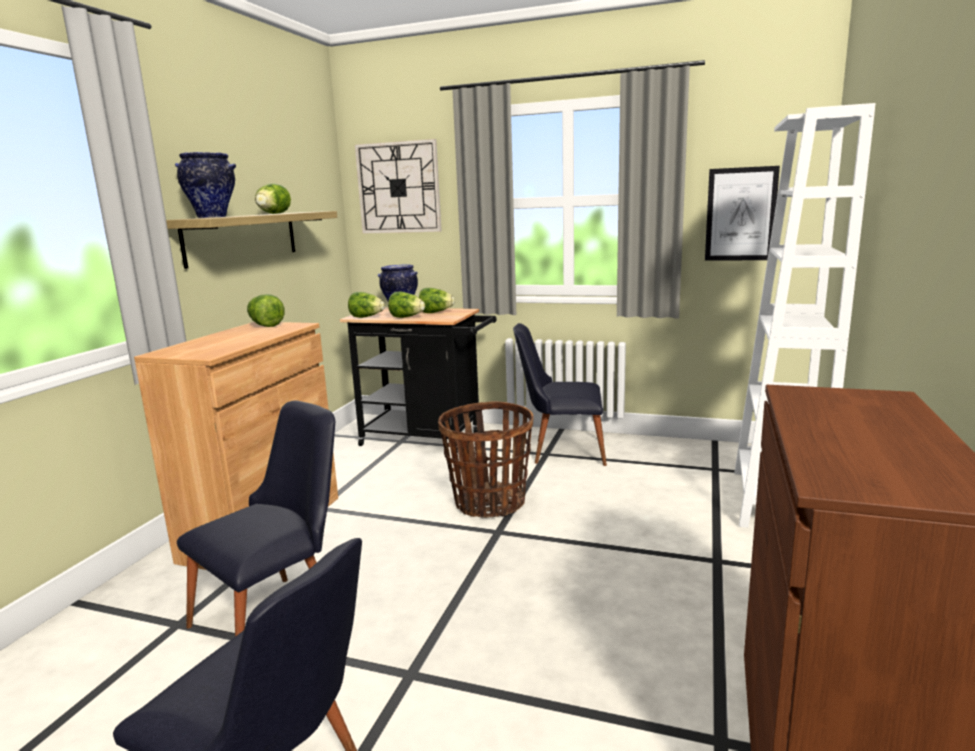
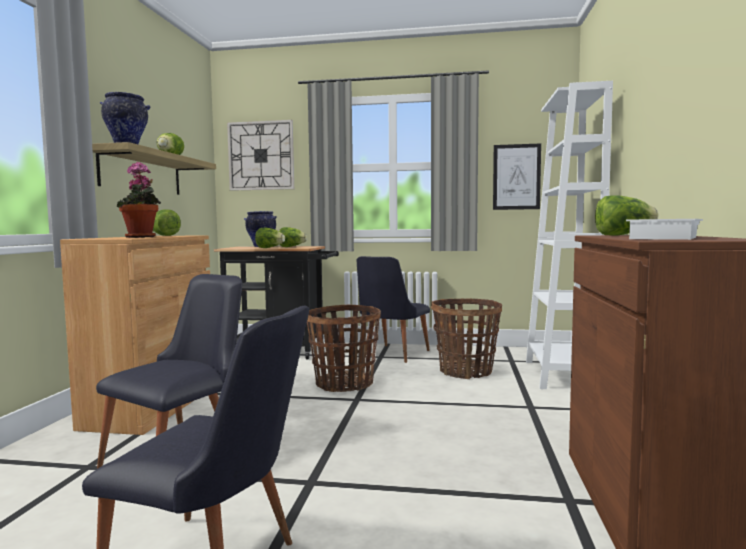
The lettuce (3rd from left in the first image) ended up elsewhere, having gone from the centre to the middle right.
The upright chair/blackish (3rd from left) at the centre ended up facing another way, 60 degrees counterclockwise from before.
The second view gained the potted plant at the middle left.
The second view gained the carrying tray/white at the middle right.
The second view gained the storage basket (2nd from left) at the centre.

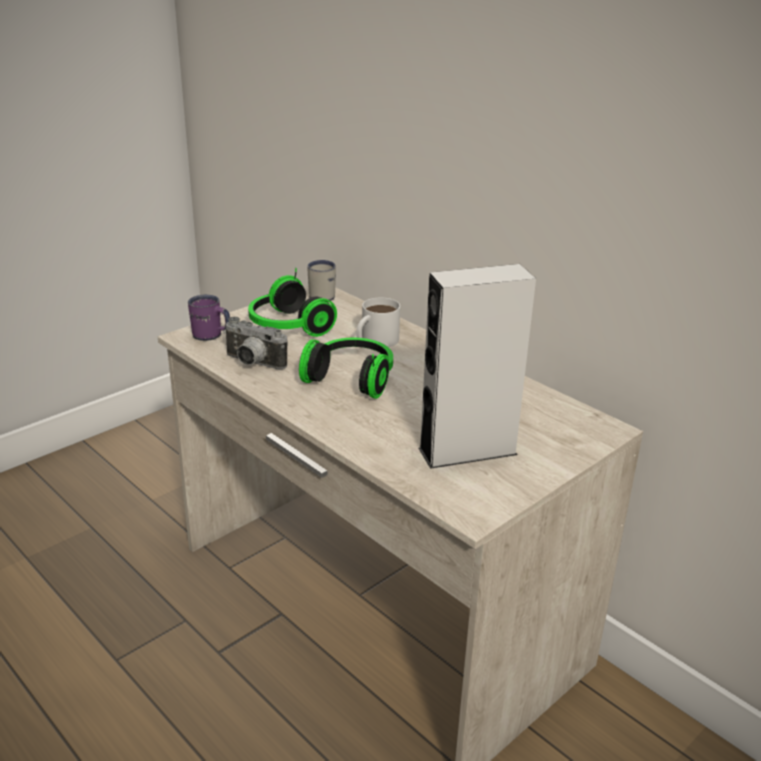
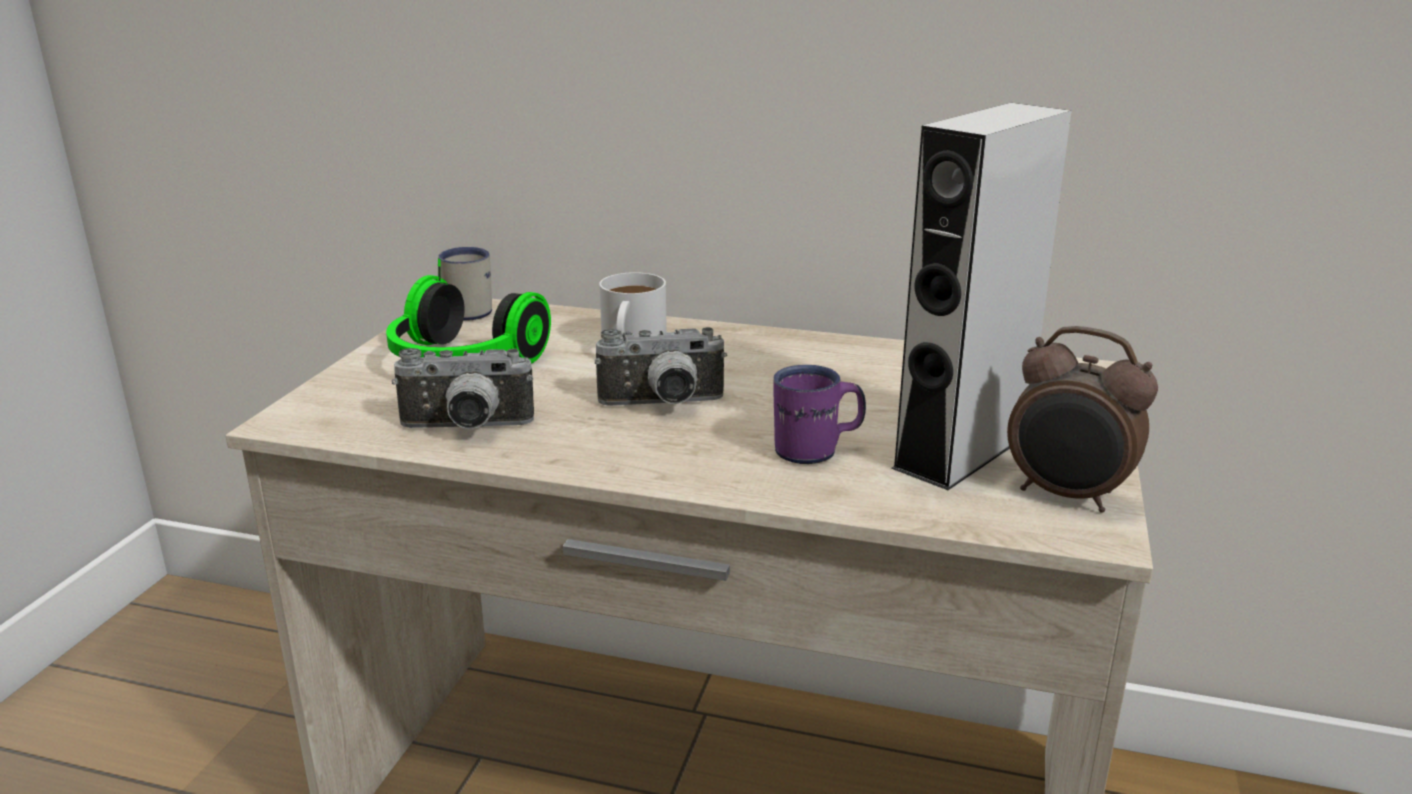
The tea mug/purple-coloured ended up elsewhere, having gone from the middle left to the centre.
Where the headset (2nd from left) stood at the centre, the photo camera (2nd from left) came to stand at the centre.
The second view gained the alarm clock at the middle right.

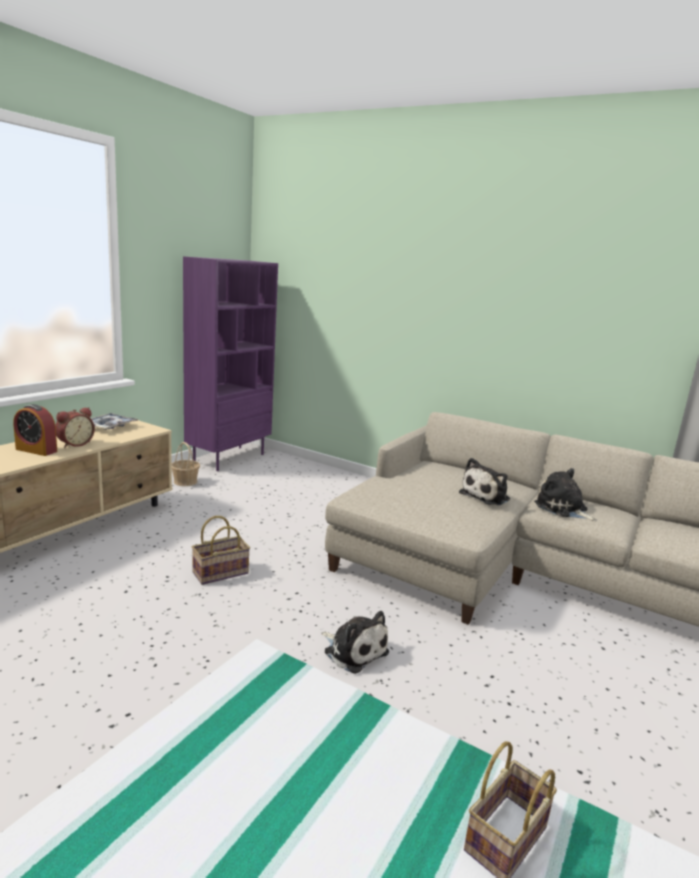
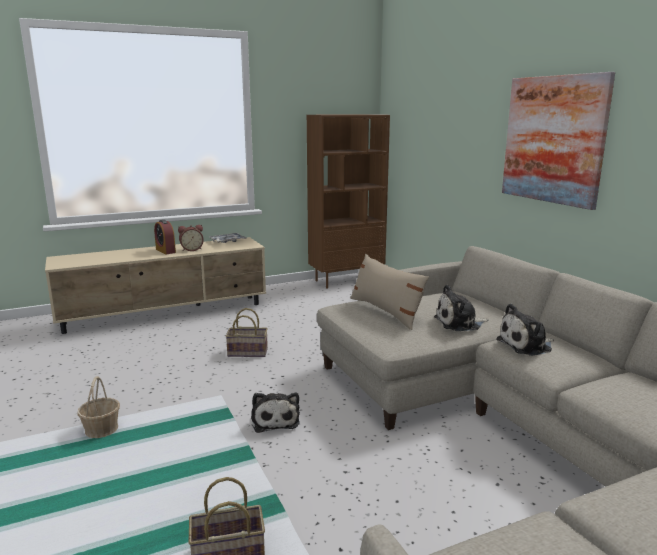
What was the bookcase/purple-coloured at the middle left turned into the bookcase/brown at the centre.
The storage basket (1st from left) ended up elsewhere, having gone from the middle left to the bottom left.
The plush toy (3rd from left) at the middle right ended up facing another way, 105 degrees counterclockwise from before.
The second view gained the wall picture at the top right.
The second view gained the throw pillow/beige at the centre.

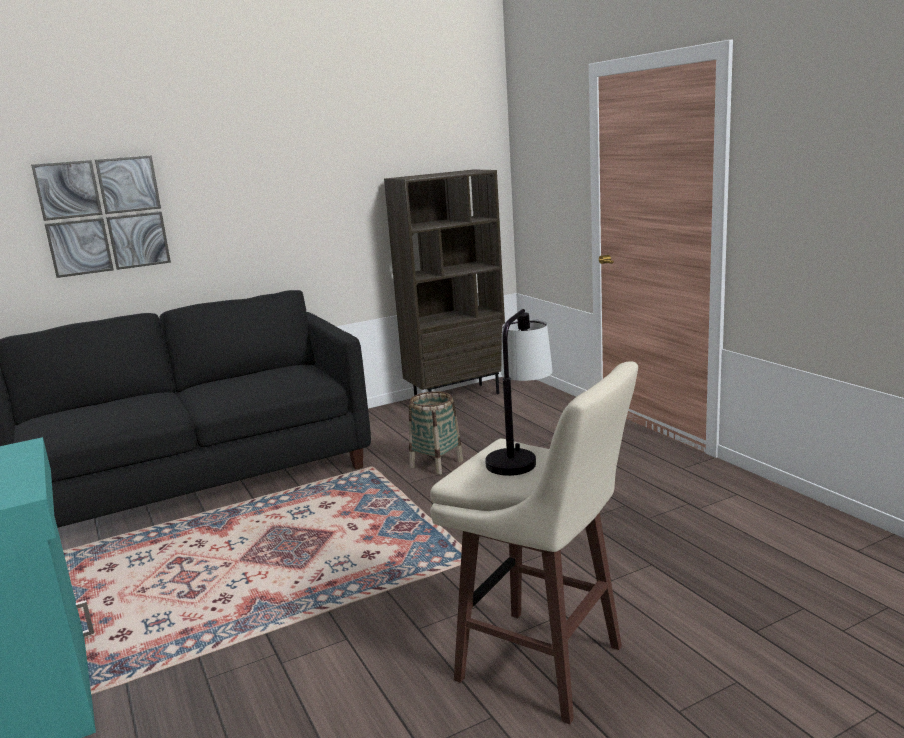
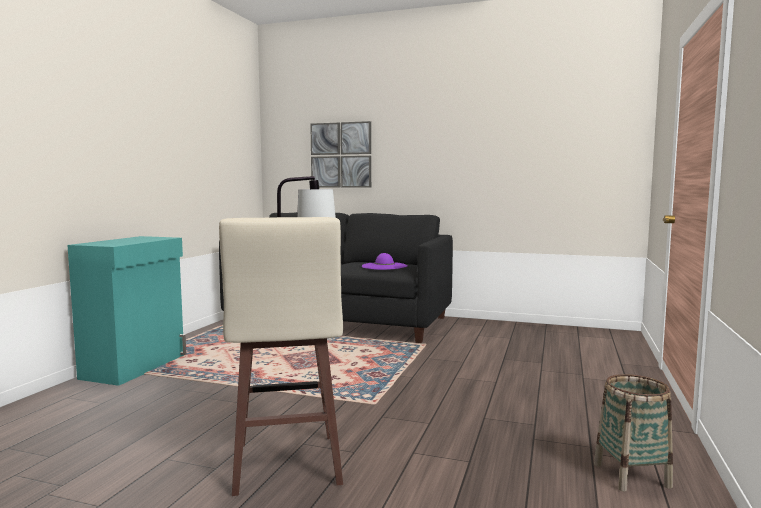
The second view lost the bookcase/brown at the centre.
The storage basket ended up elsewhere, having gone from the centre to the bottom right.
The second view gained the wearable hat/purple-coloured at the centre.

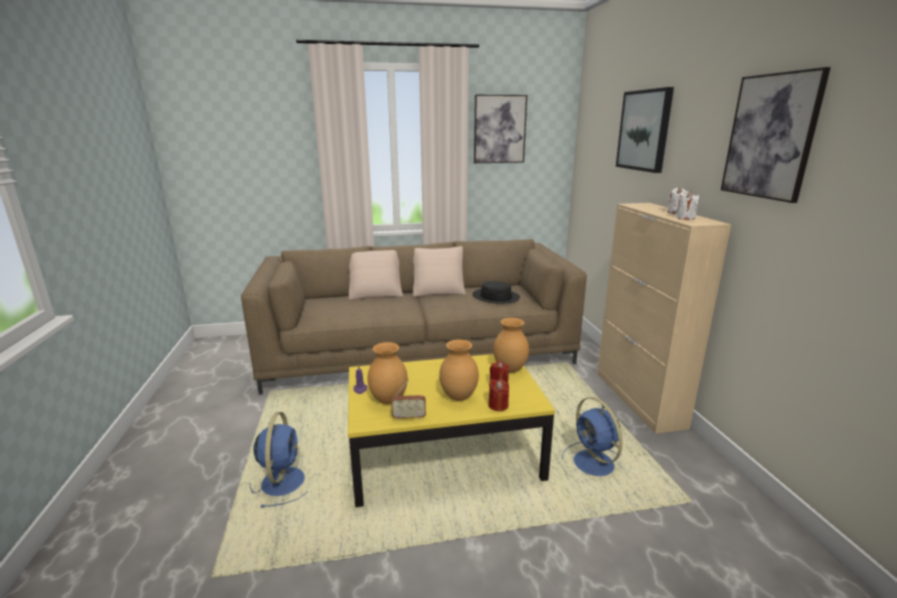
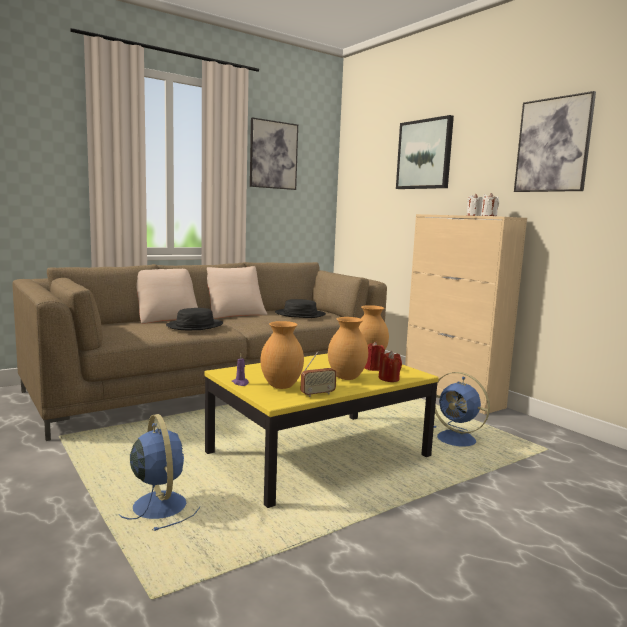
The second view gained the wearable hat/blackish (1st from left) at the middle left.

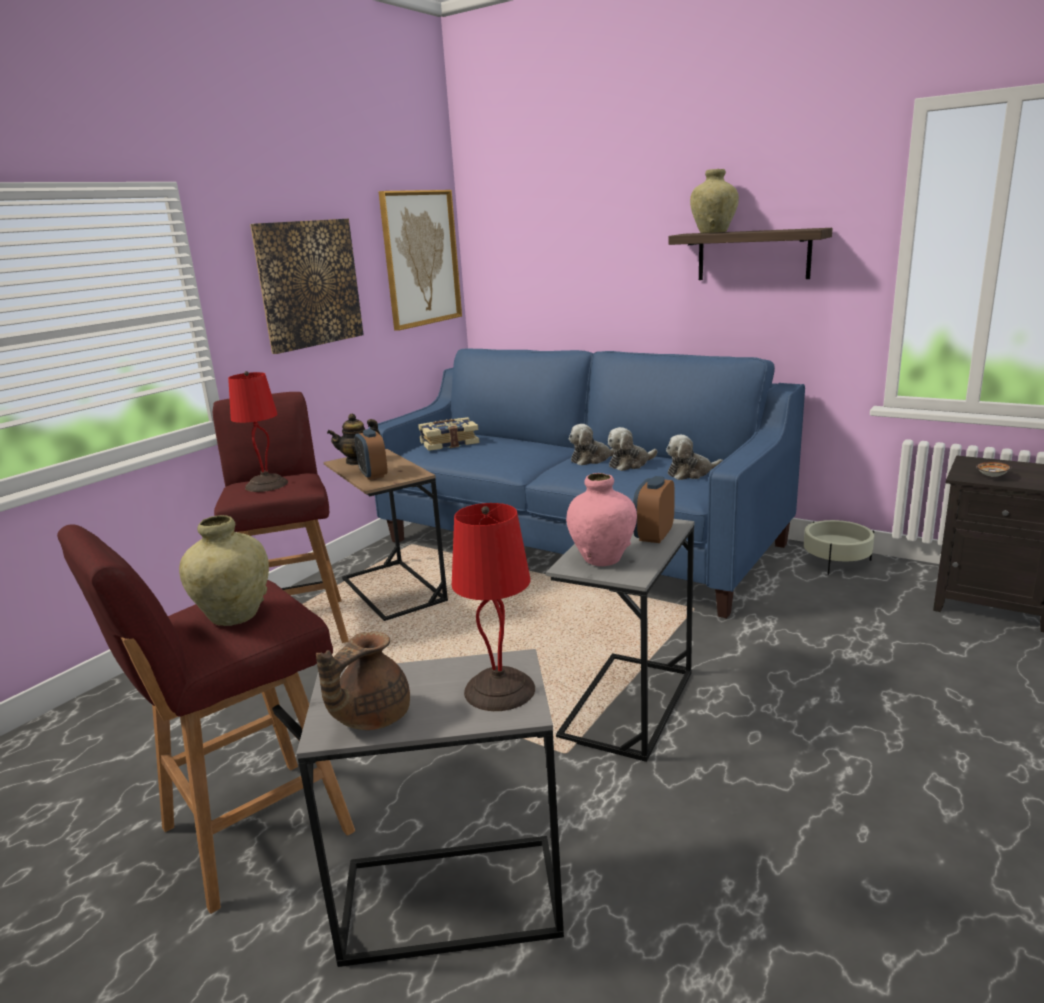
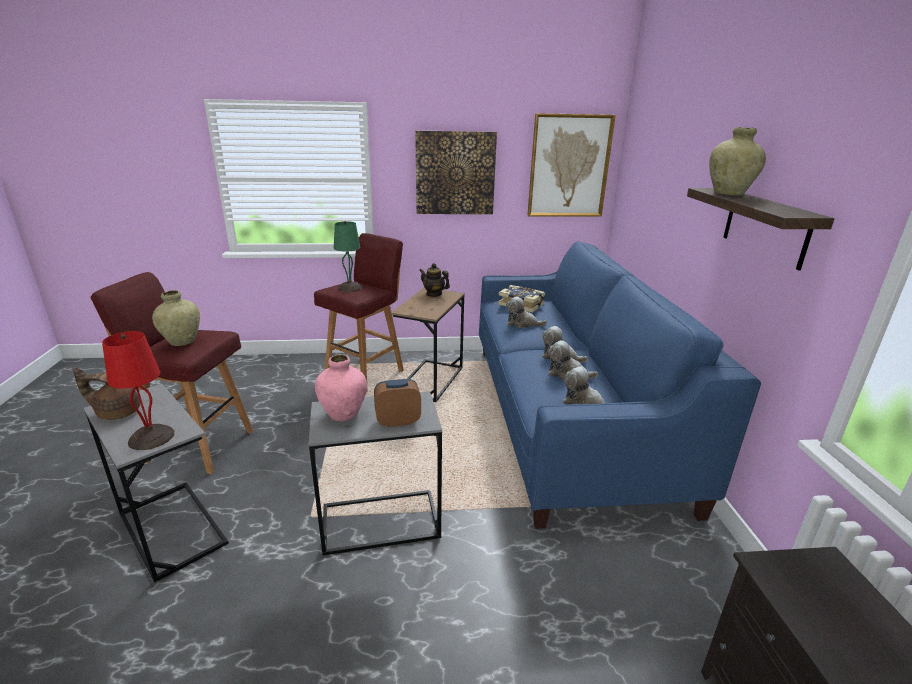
What was the tabletop lamp/reddish (1st from left) at the middle left turned into the tabletop lamp/green at the centre.
The second view lost the alarm clock (1st from left) at the centre.
The second view lost the deep dish at the middle right.
The second view lost the planter/beige at the middle right.
The second view gained the plush toy (1st from left) at the centre.

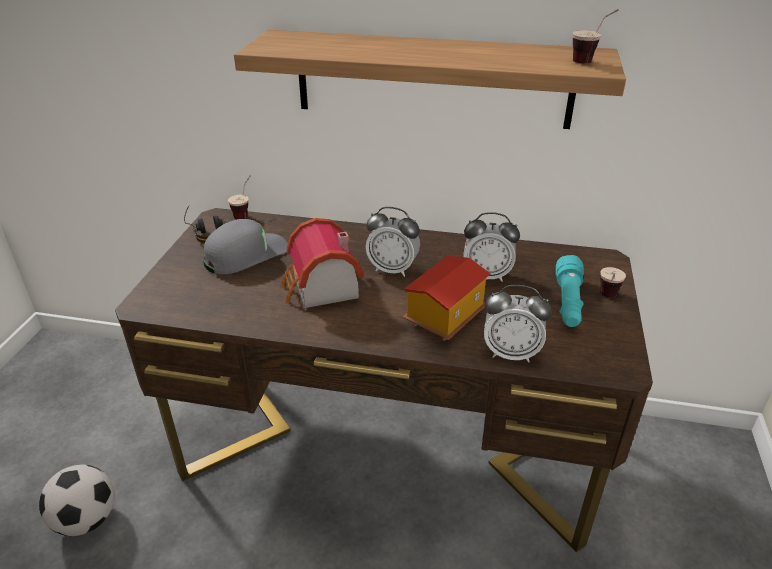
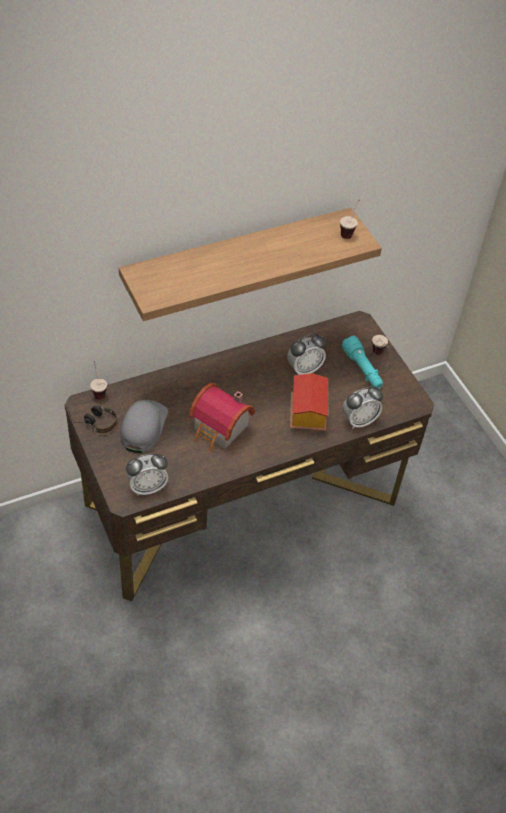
The alarm clock (1st from left) ended up elsewhere, having gone from the centre to the middle left.
The second view lost the football at the bottom left.

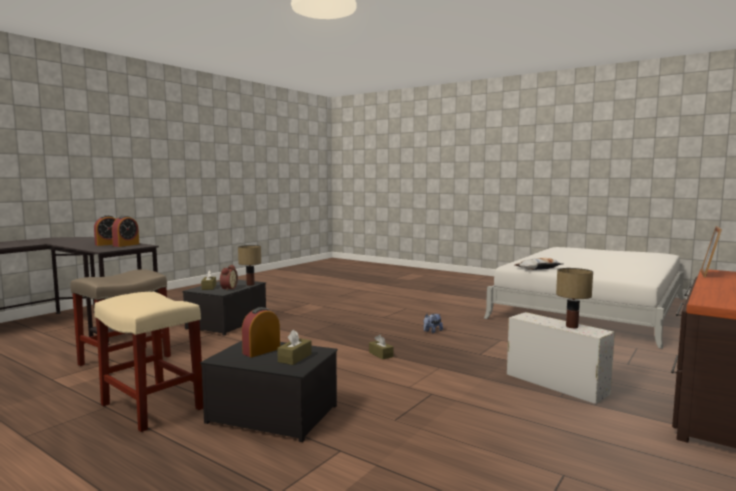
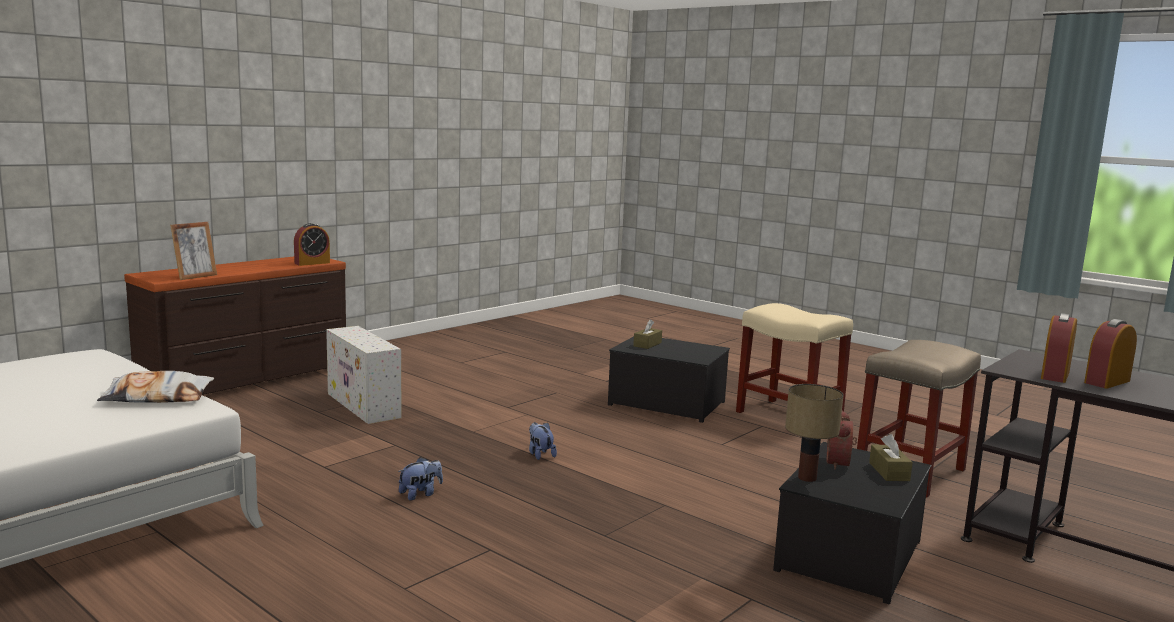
The second view lost the tabletop lamp (2nd from left) at the middle right.
The alarm clock (4th from left in the first image) ended up elsewhere, having gone from the bottom centre to the middle left.
Where the box of tissues/brown (3rd from left) stood at the bottom centre, the plush toy (2nd from left) came to stand at the bottom centre.

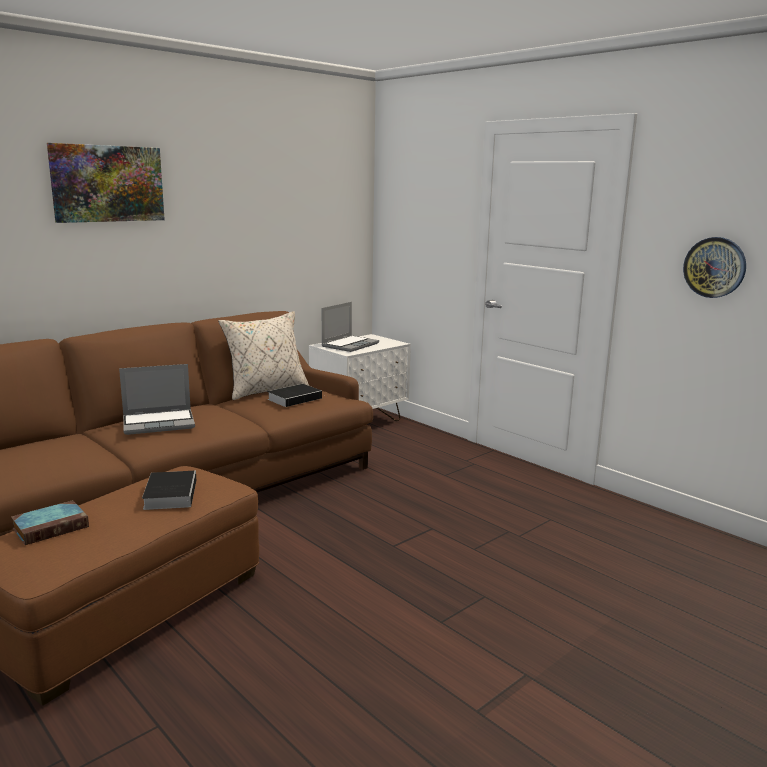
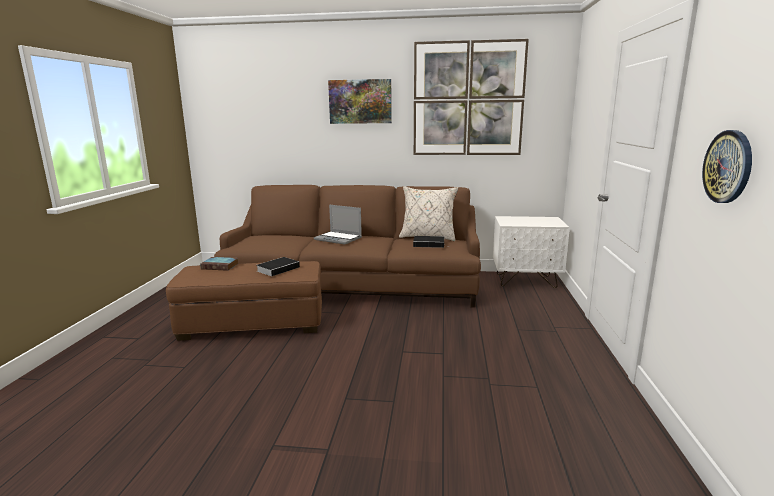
The second view lost the portable computer (2nd from left) at the centre.
The second view gained the wall picture (2nd from left) at the top centre.

